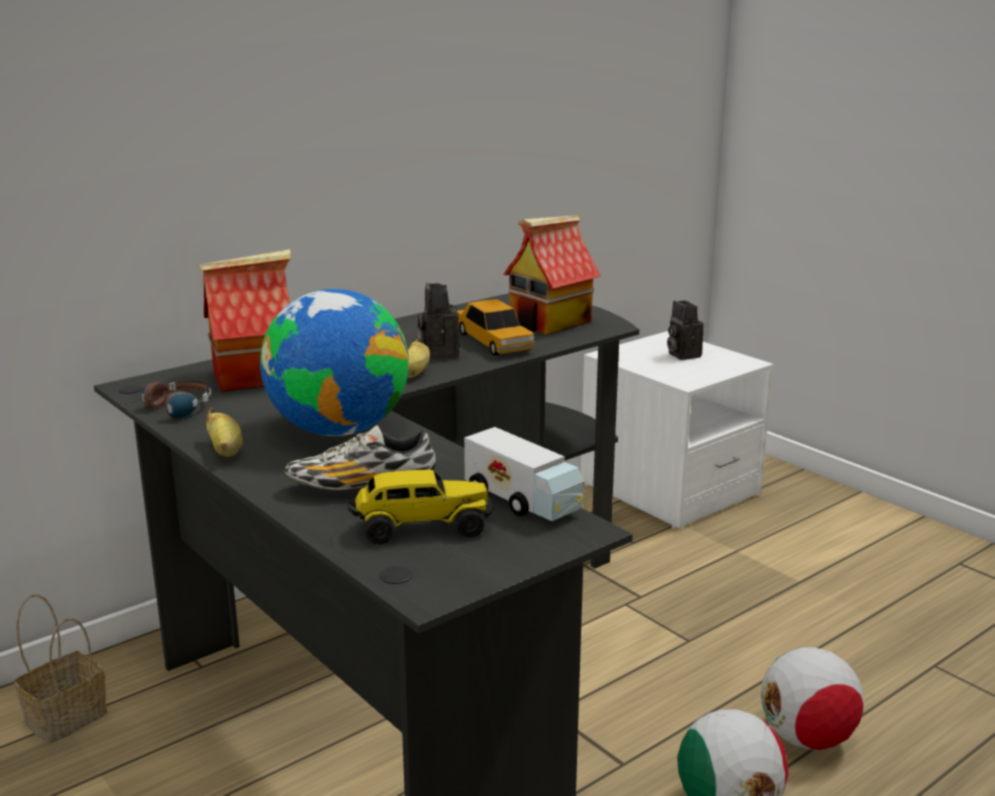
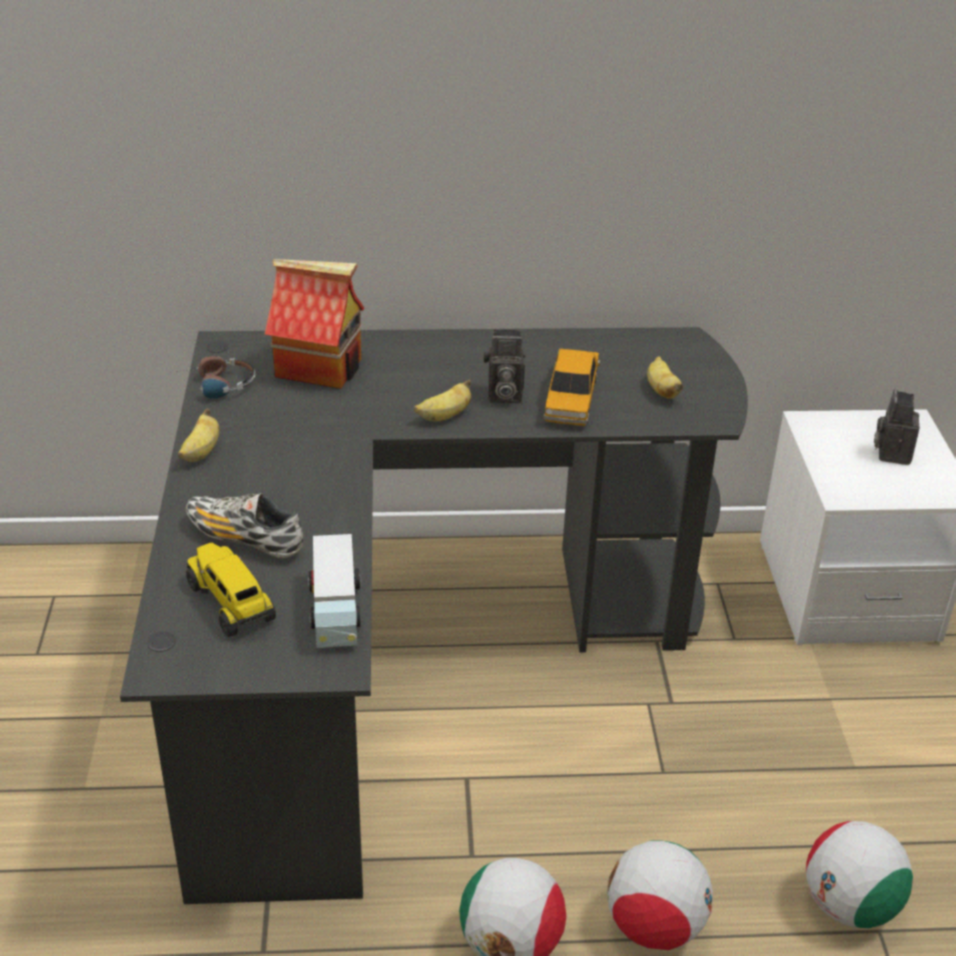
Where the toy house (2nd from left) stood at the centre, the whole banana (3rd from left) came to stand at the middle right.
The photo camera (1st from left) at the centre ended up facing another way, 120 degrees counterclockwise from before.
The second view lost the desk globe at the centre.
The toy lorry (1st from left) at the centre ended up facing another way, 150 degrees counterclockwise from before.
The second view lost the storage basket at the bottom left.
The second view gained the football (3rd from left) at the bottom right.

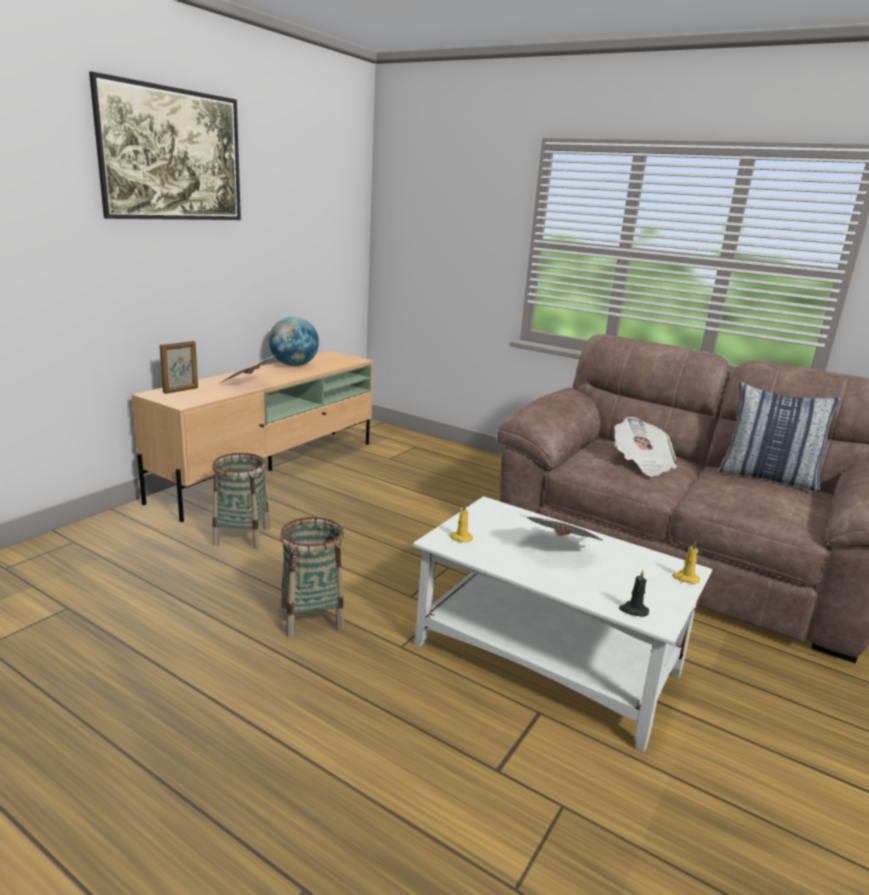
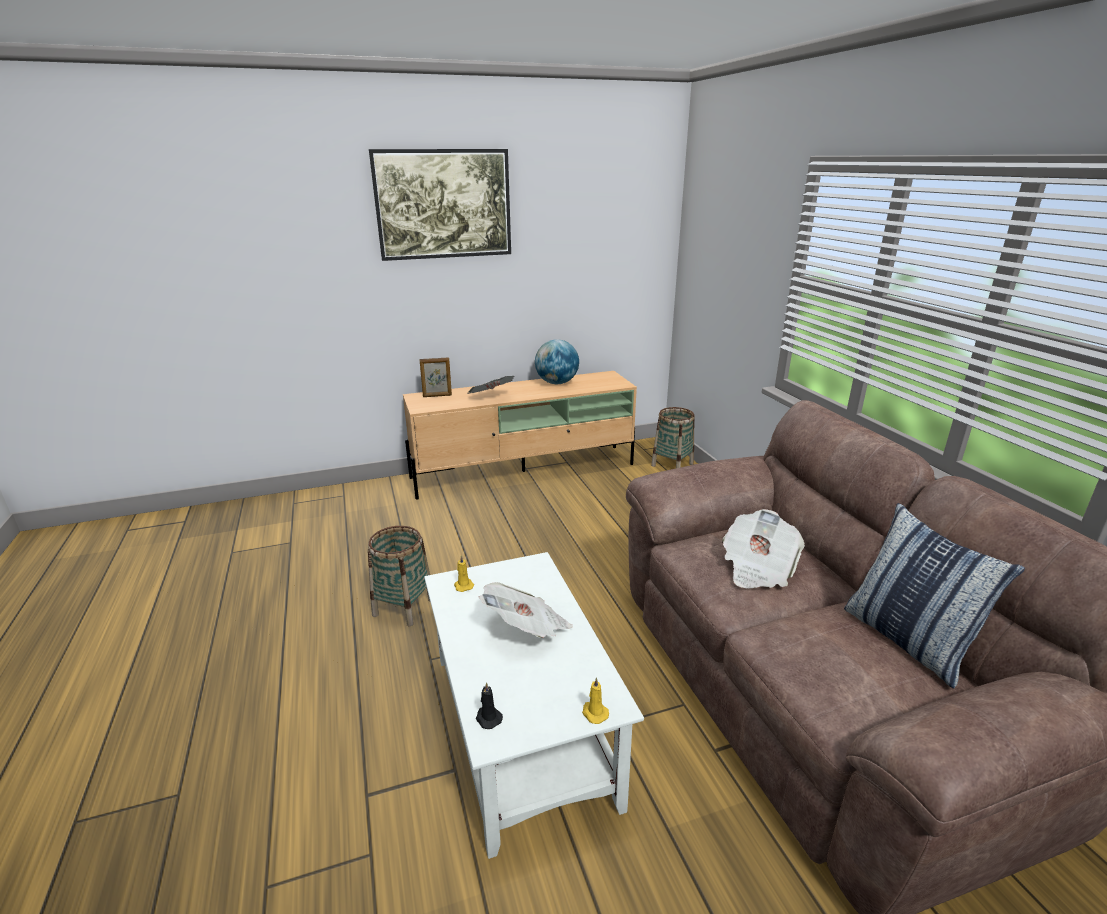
The storage basket (1st from left in the first image) ended up elsewhere, having gone from the middle left to the centre.

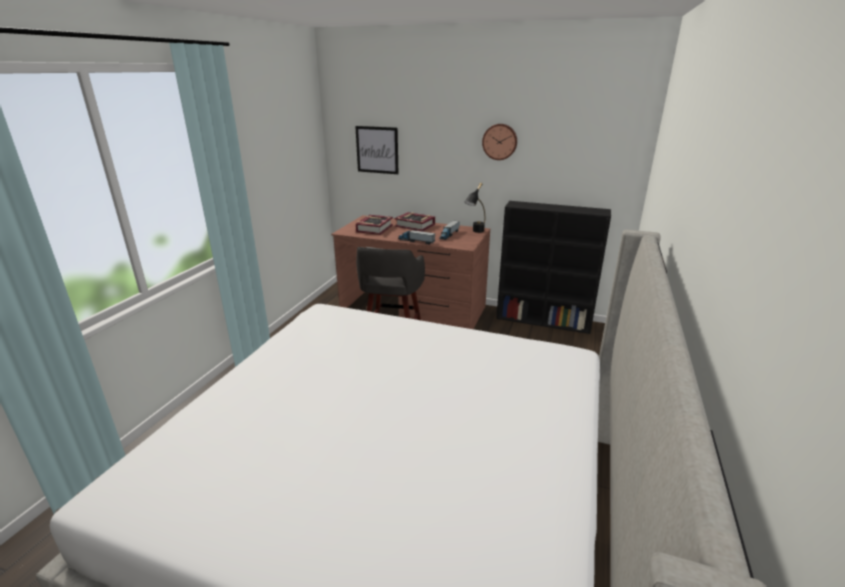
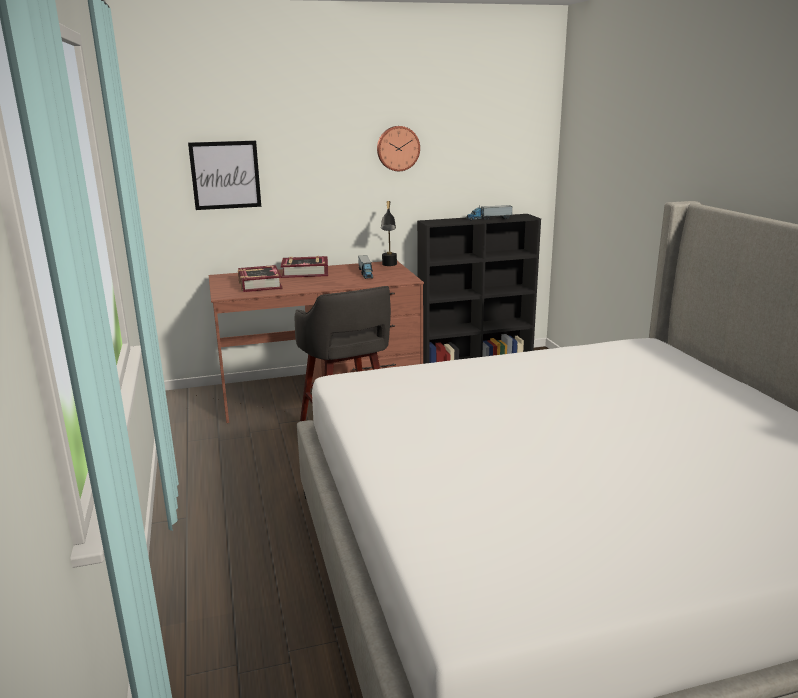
The toy lorry (1st from left in the first image) ended up elsewhere, having gone from the centre to the top centre.

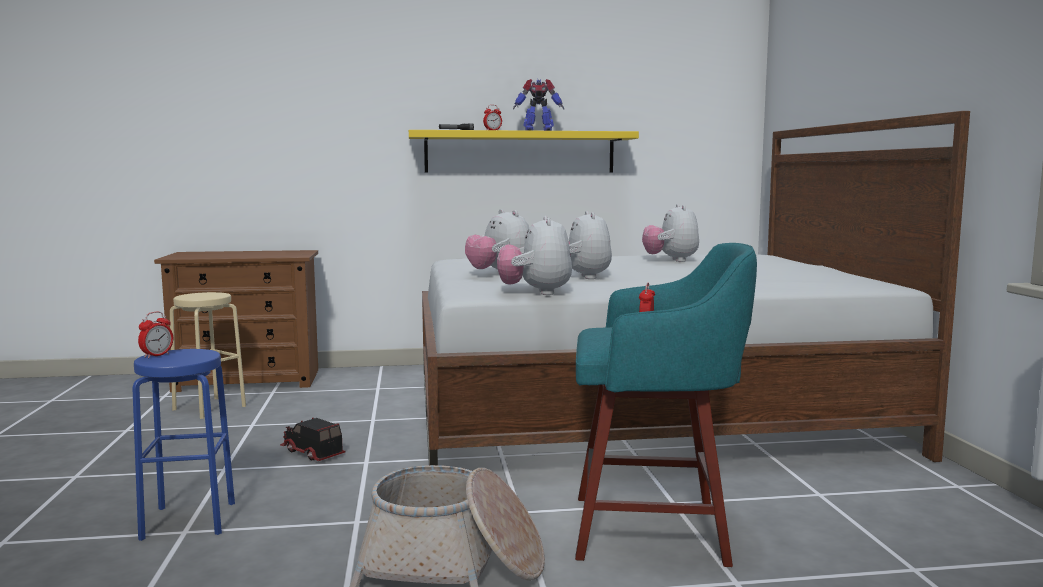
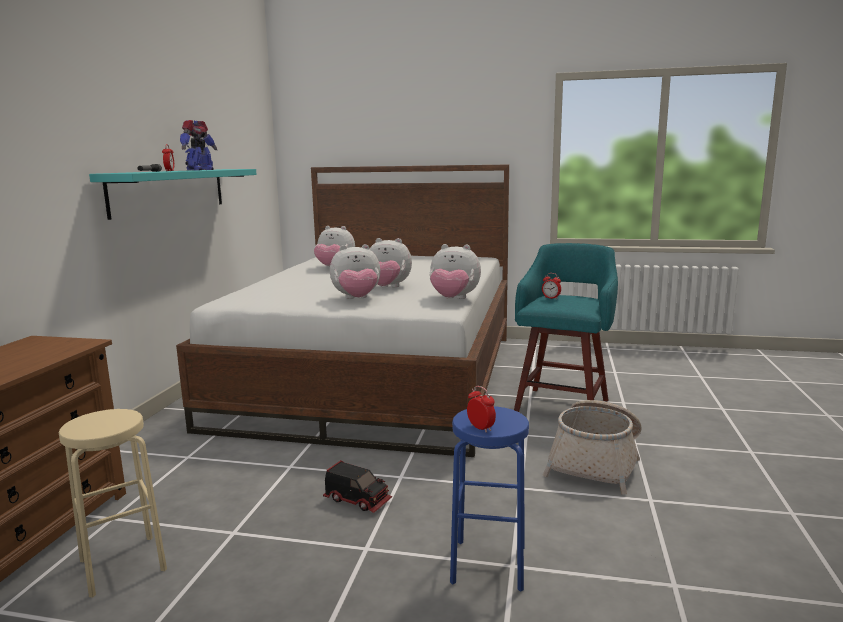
What was the bracket shelf/yellow at the top centre turned into the bracket shelf/turquoise at the top left.
The toy lorry at the bottom left ended up facing another way, 120 degrees counterclockwise from before.

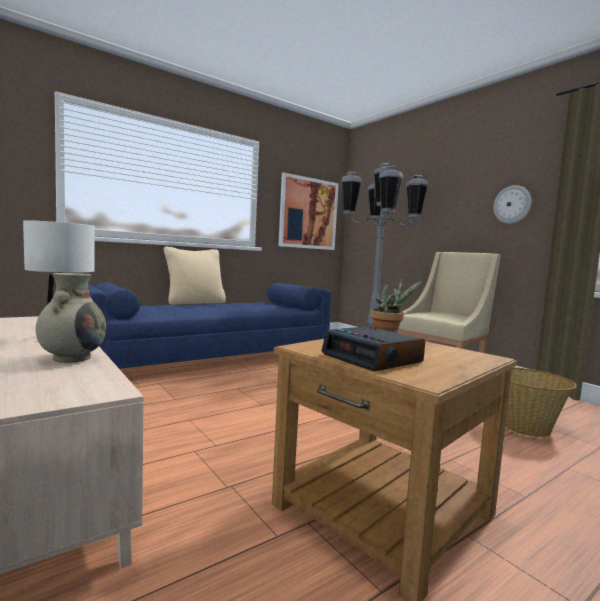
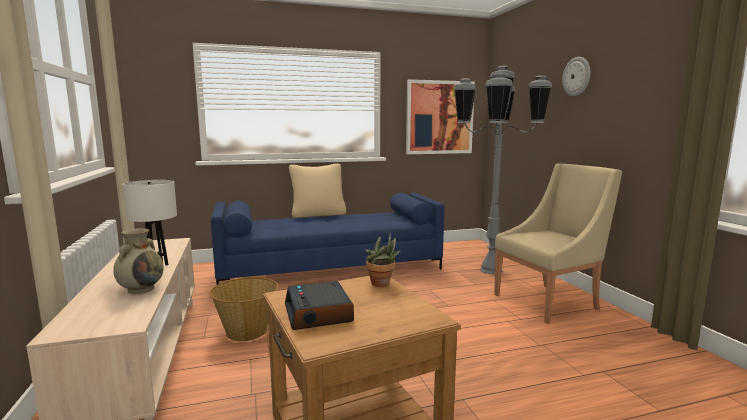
The clock on the wall ended up elsewhere, having gone from the middle right to the top right.
The storage basket ended up elsewhere, having gone from the bottom right to the bottom left.

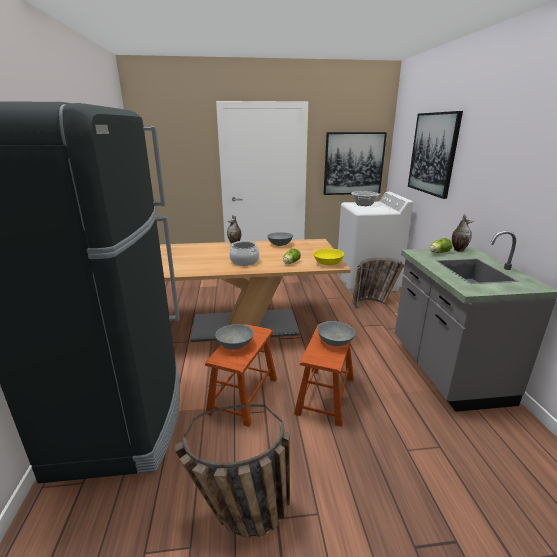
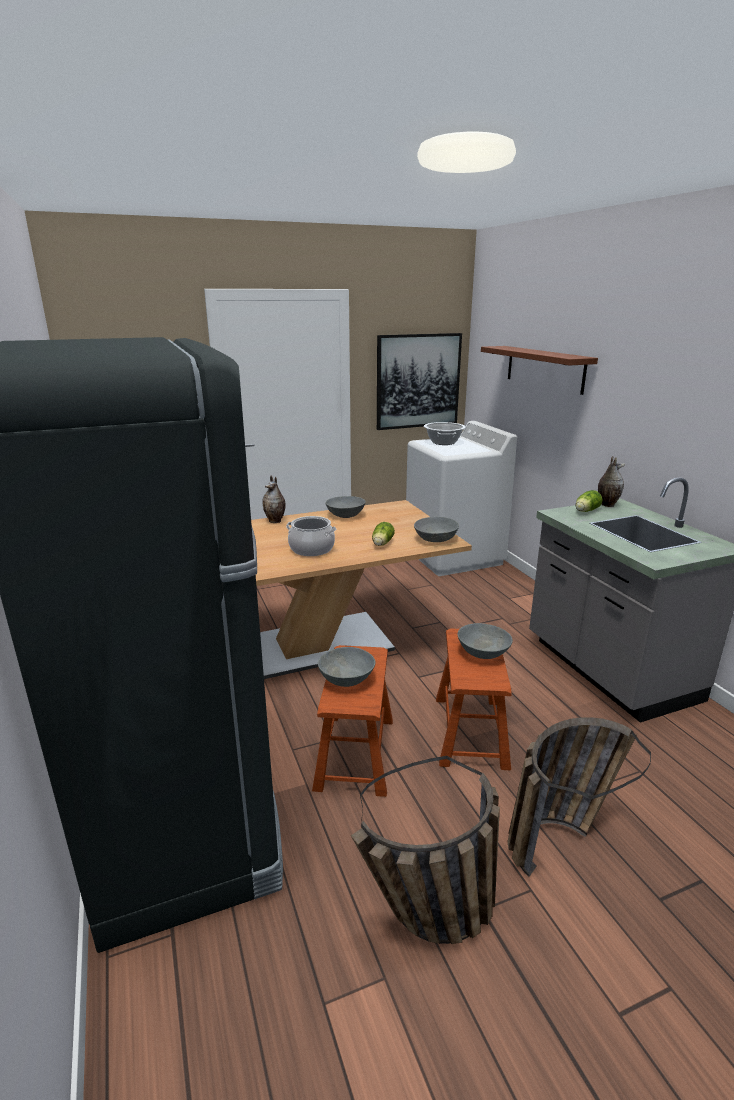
Where the wall picture (2nd from left) hung at the top right, the bracket shelf/brown came to hang at the middle right.
What was the deep dish/yellow at the centre turned into the deep dish/grey (3rd from left) at the centre.
The storage basket (2nd from left) ended up elsewhere, having gone from the middle right to the bottom right.

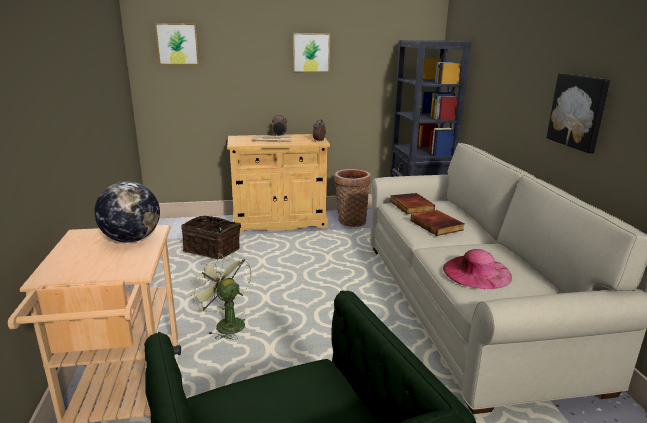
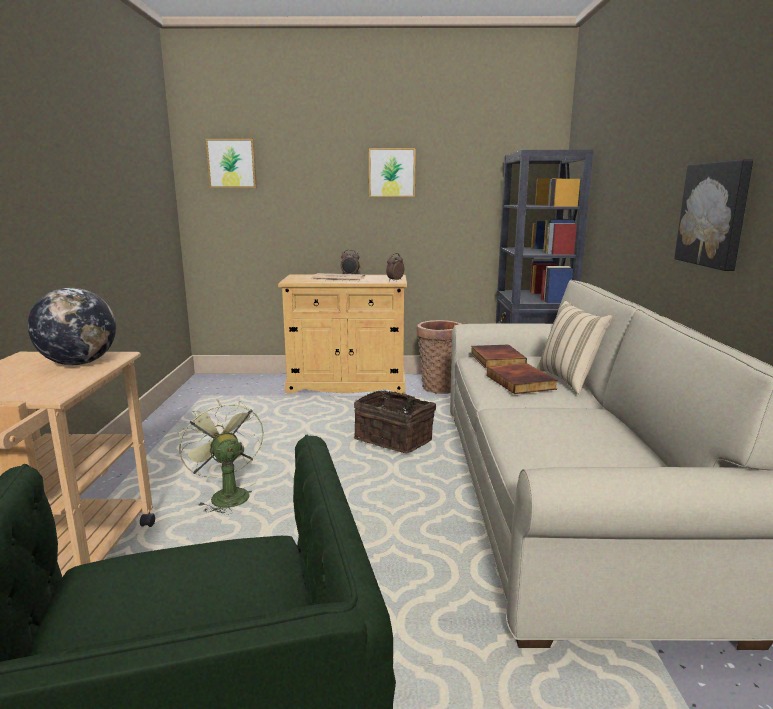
The storage basket (1st from left) ended up elsewhere, having gone from the middle left to the centre.
The second view lost the wearable hat/pinkish at the middle right.
The second view gained the throw pillow/beige at the middle right.

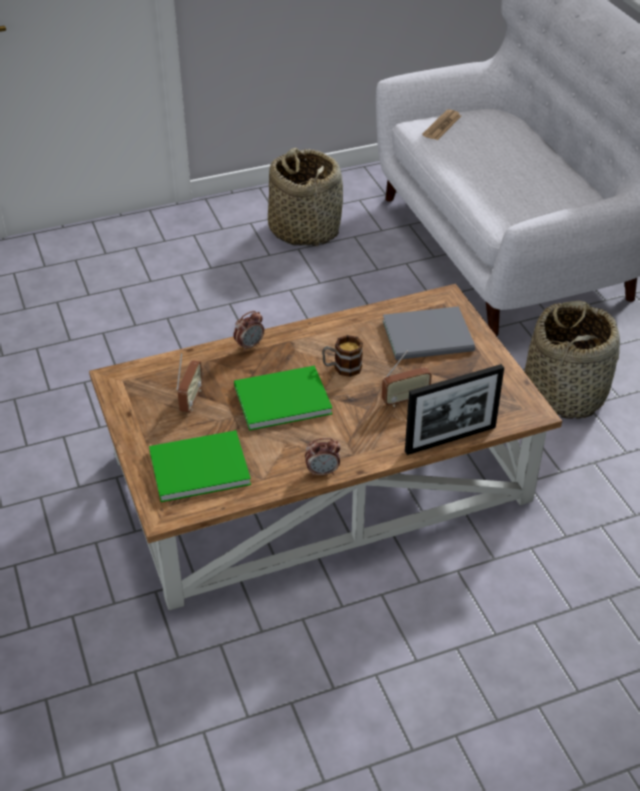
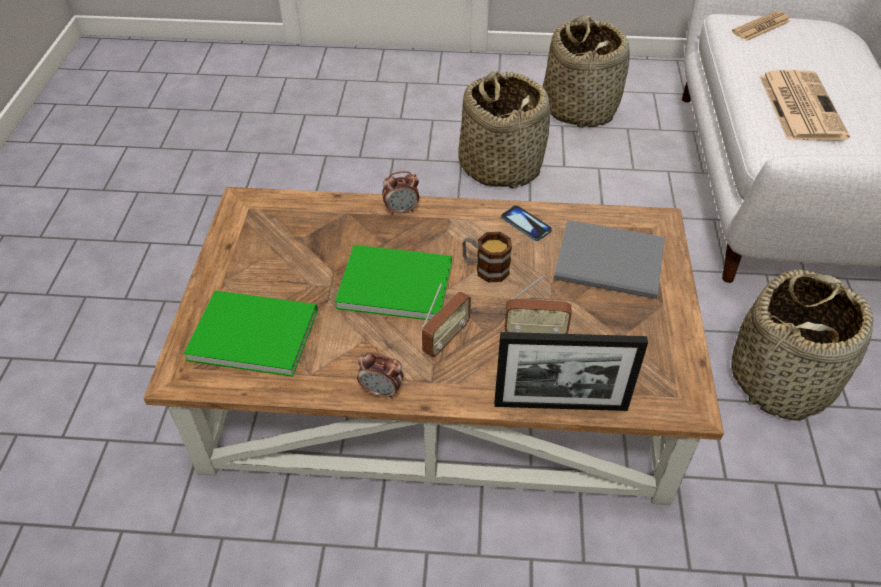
The radio receiver (1st from left) ended up elsewhere, having gone from the middle left to the centre.
The second view gained the storage basket (1st from left) at the top centre.
The second view gained the daily paper (2nd from left) at the top right.
The second view gained the handset at the centre.

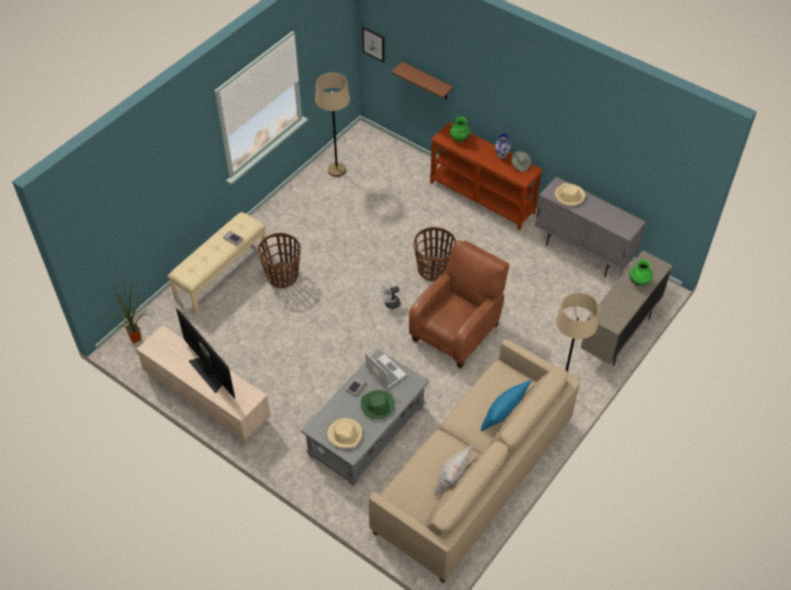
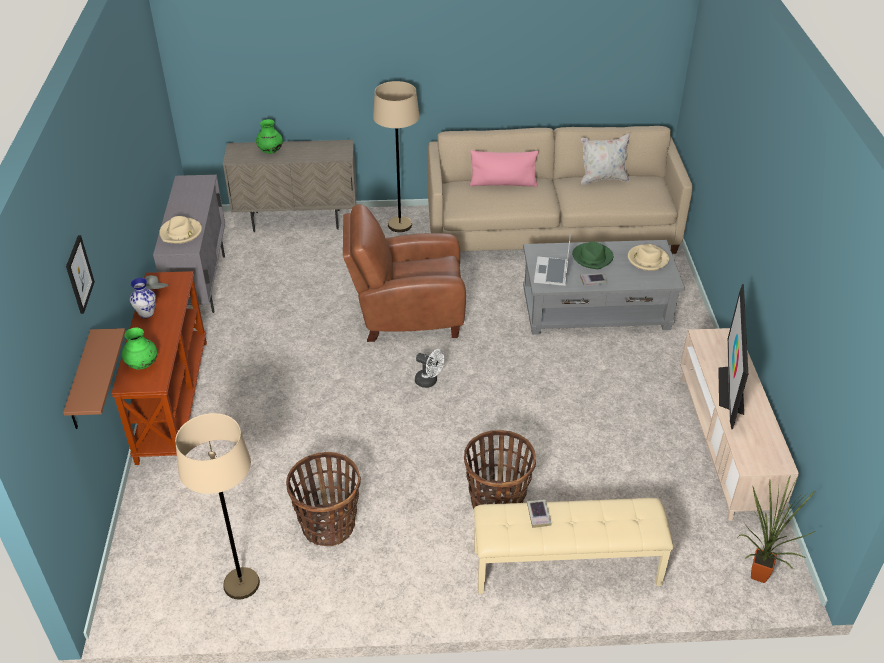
The wall picture ended up elsewhere, having gone from the top centre to the middle left.
The storage basket (2nd from left in the first image) ended up elsewhere, having gone from the centre to the bottom centre.
What was the throw pillow/blue at the bottom centre turned into the throw pillow/pinkish at the top centre.

